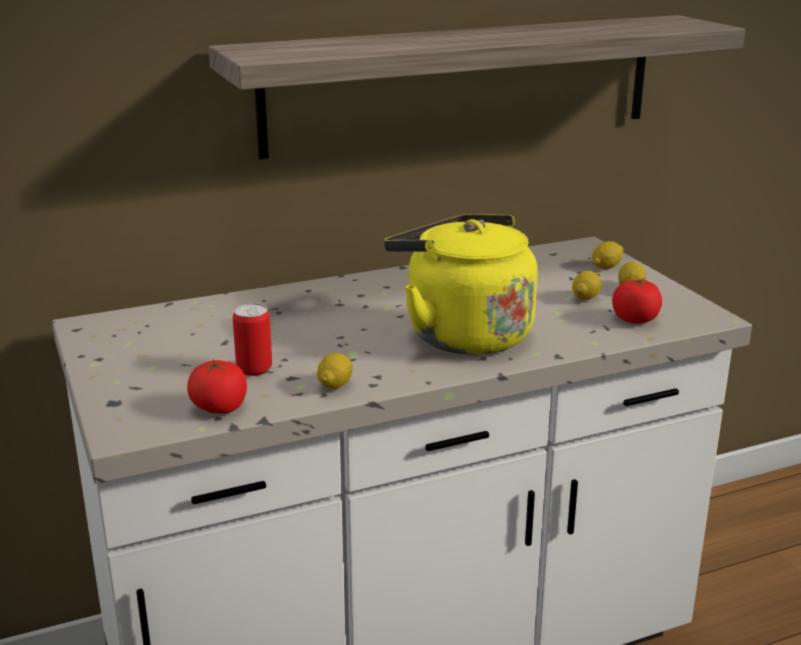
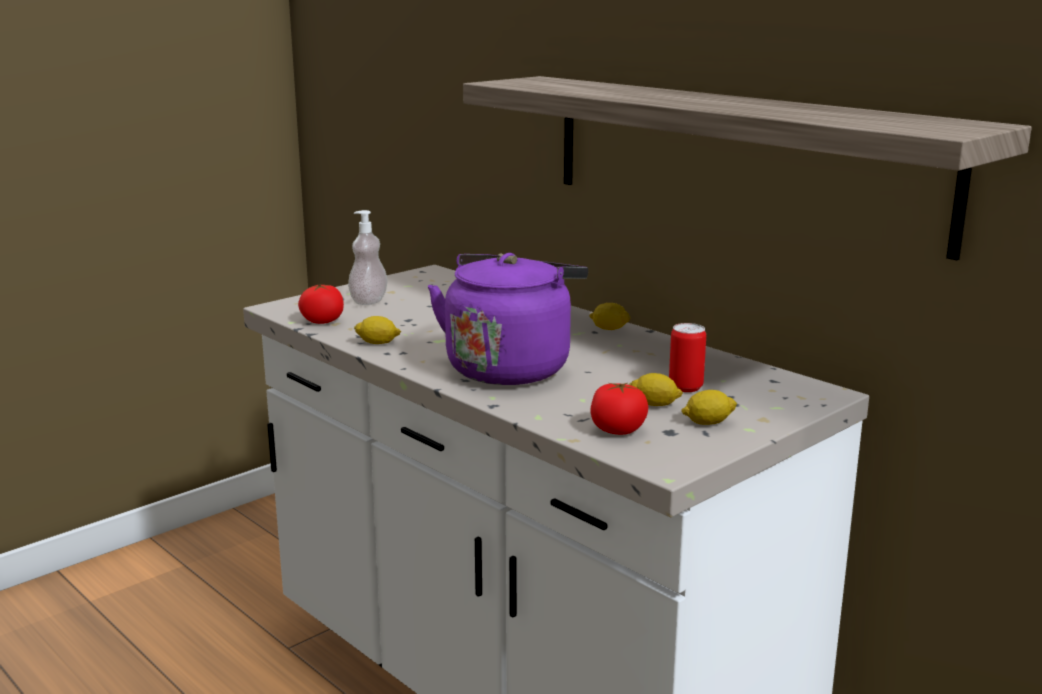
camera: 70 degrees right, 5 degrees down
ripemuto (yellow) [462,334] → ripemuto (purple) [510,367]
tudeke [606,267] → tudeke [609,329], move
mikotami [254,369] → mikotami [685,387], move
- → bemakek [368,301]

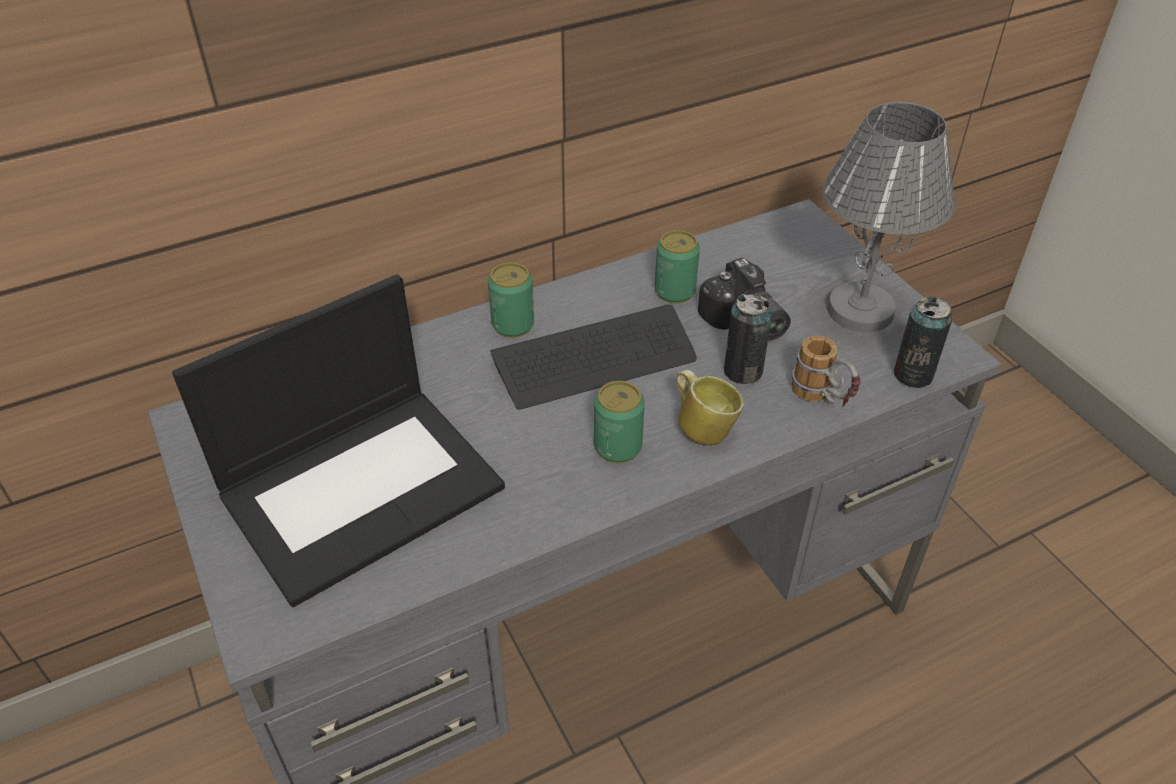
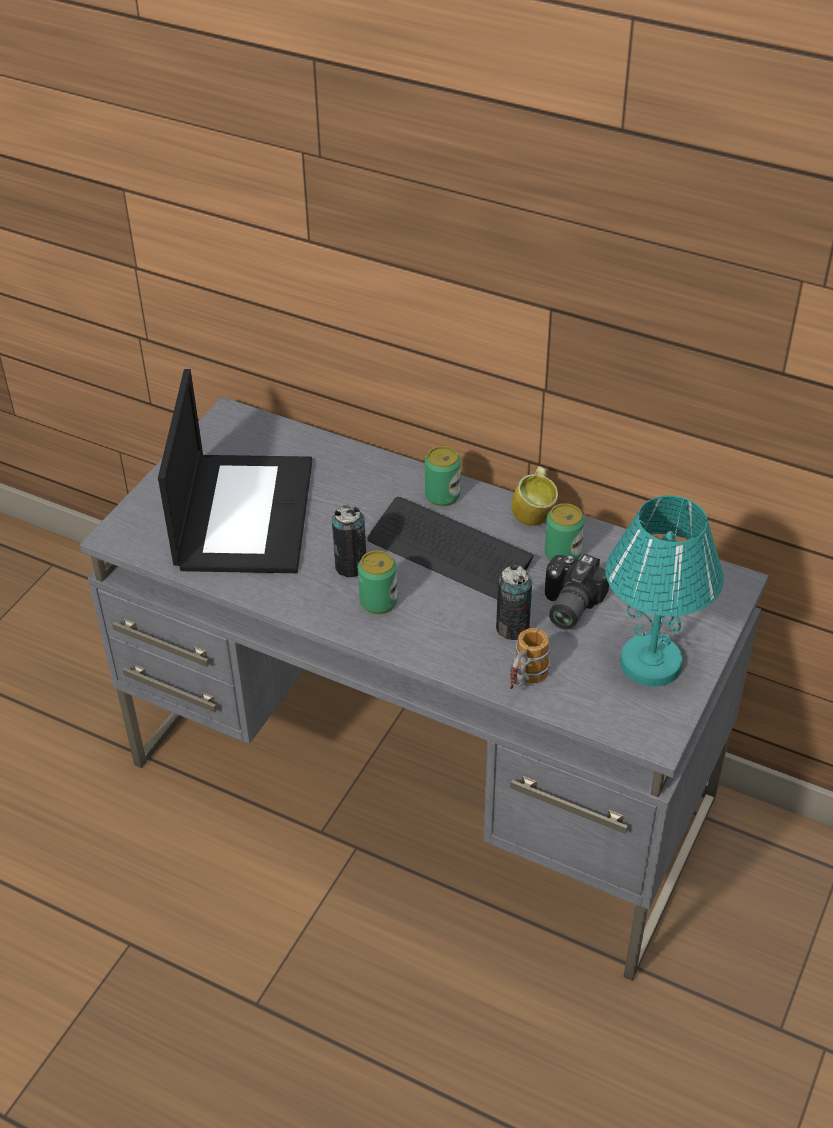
camera: 55 degrees right, 0 degrees up
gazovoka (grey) [861,311] → gazovoka (turquoise) [650,664]
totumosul [362,487] → totumosul [243,513], 105 degrees counterclockwise
mikotami [913,374] → mikotami [351,566], move
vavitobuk [703,427] → vavitobuk [535,514], move

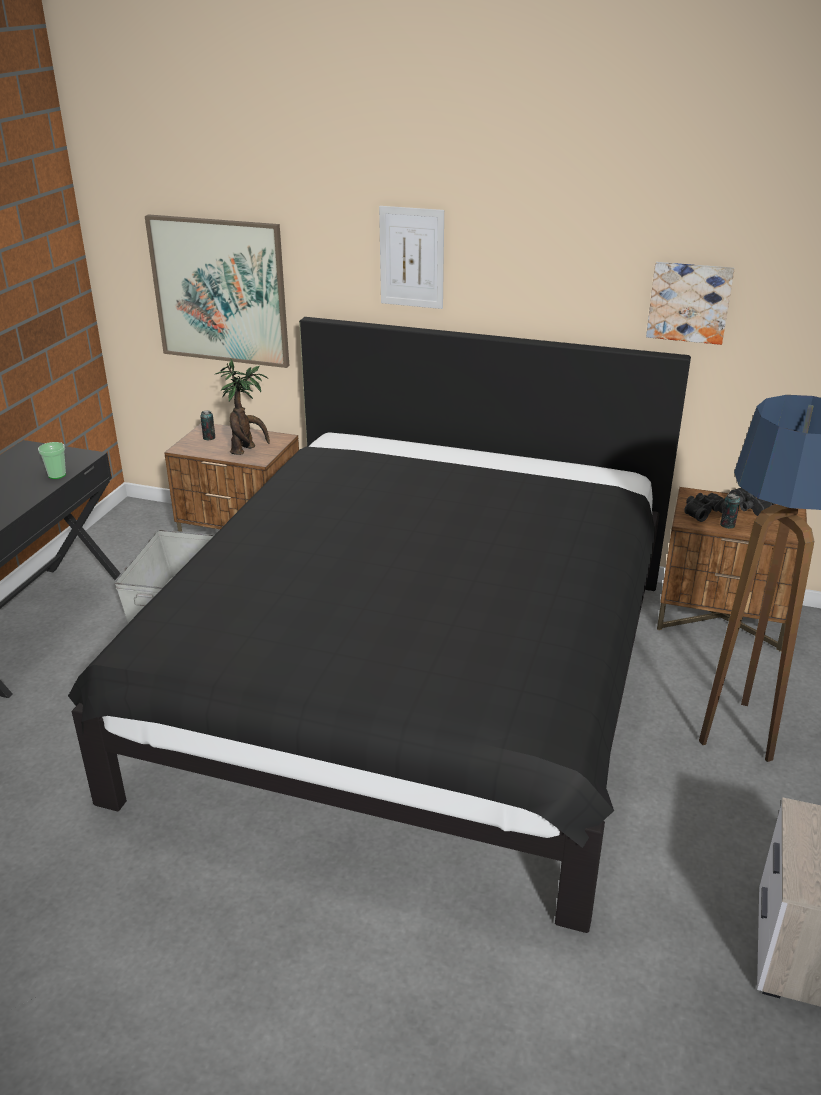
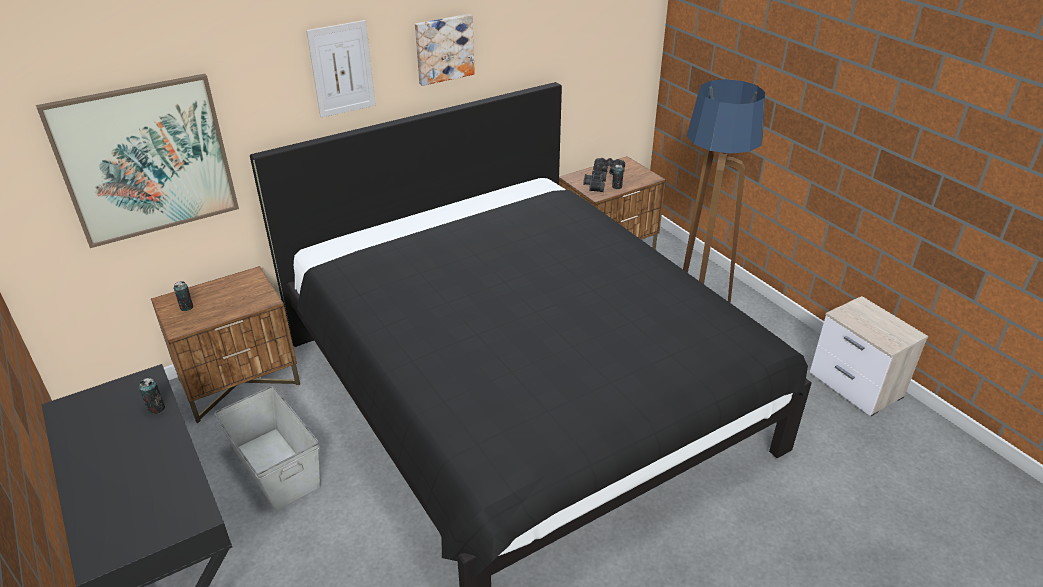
camera: 50 degrees left, 5 degrees up
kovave [689,302] → kovave [443,48], move
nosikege [247,449] → -
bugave [57,475] → mikotami [156,409]

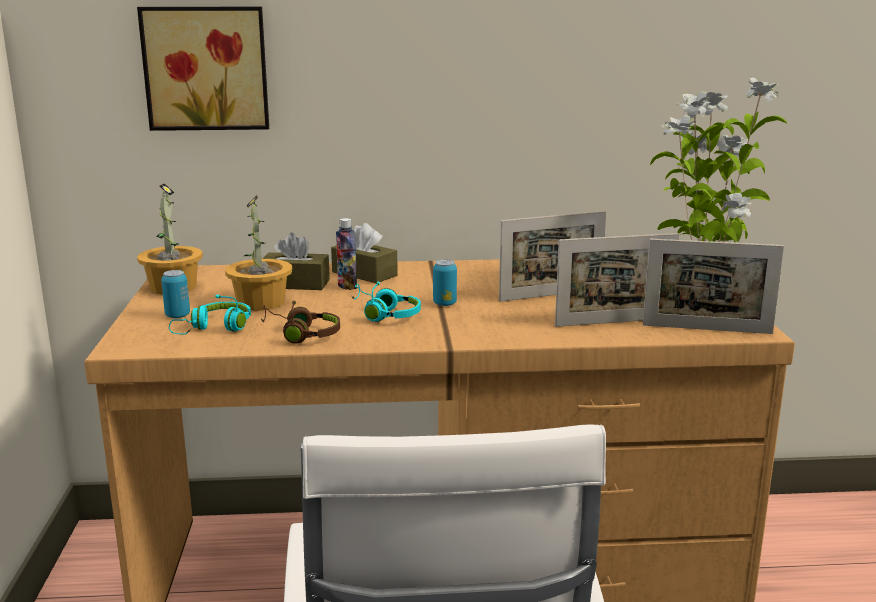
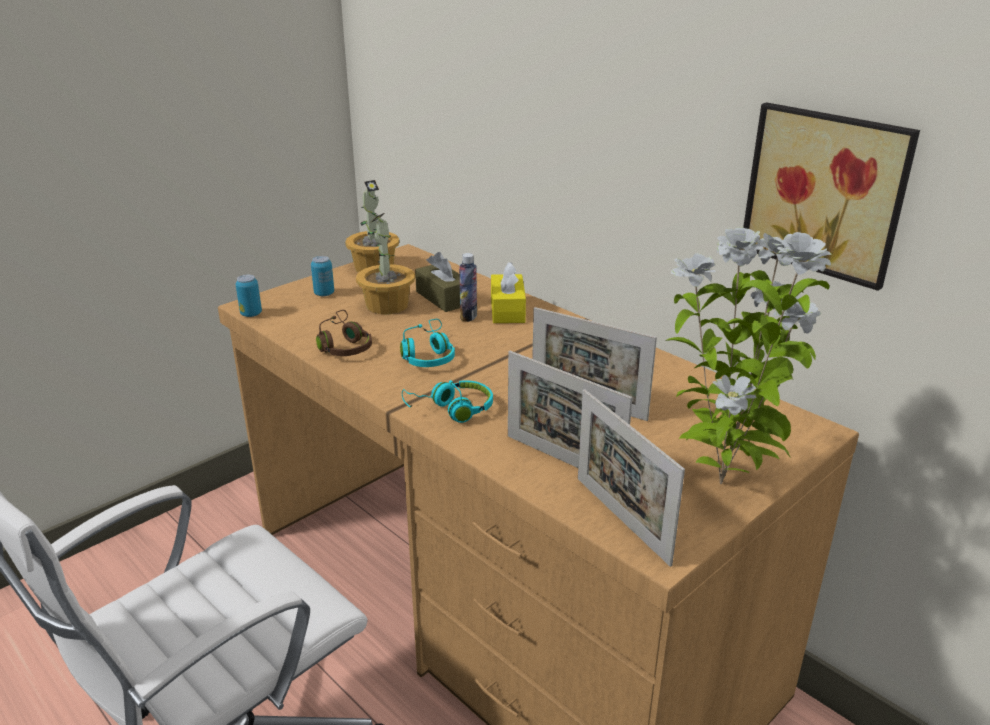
camera: 50 degrees right, 10 degrees up
kovave [206,68] → kovave [827,192], move
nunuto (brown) [364,274] → nunuto (yellow) [507,310]
mikotami [444,303] → mikotami [251,314], move
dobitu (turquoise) [215,328] → dobitu (turquoise) [451,409], move

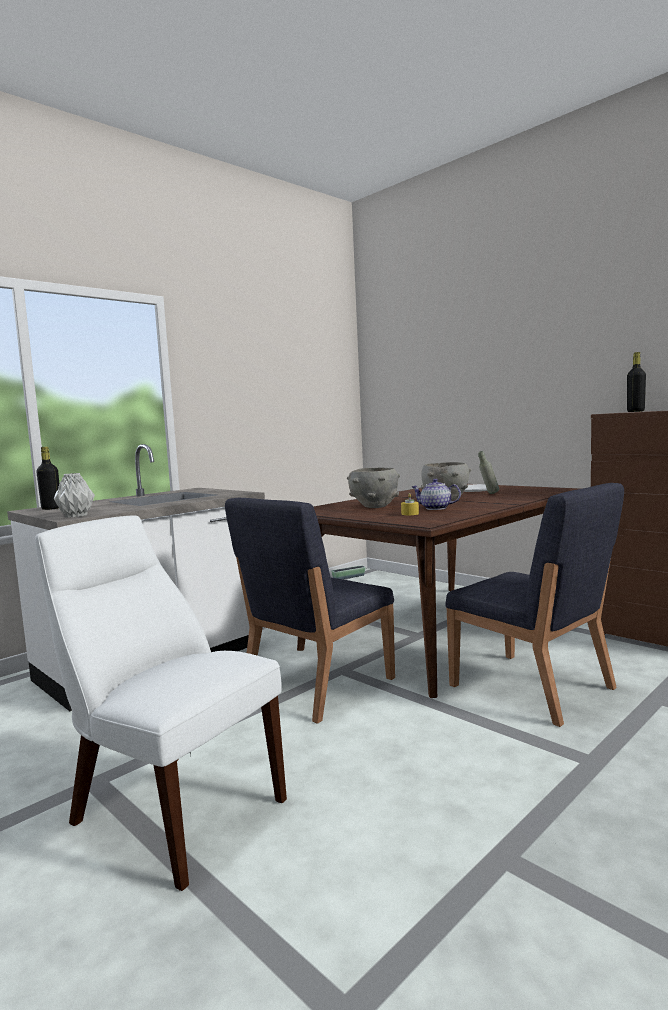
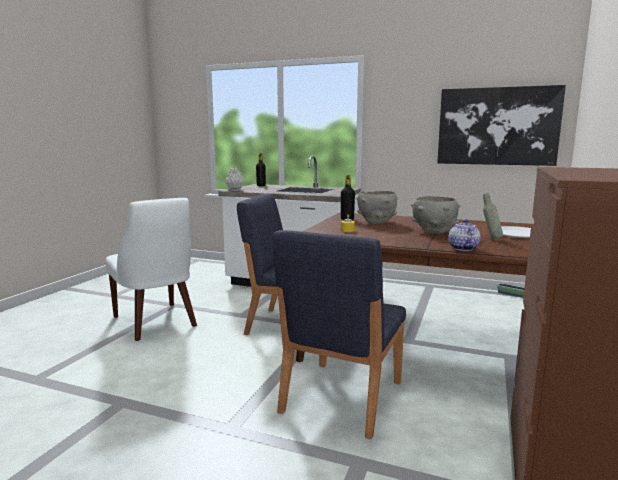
camera: 65 degrees right, 5 degrees up
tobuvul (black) [635,411] → tobuvul (black) [347,219], move
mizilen [435,508] → mizilen [462,248], move
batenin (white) [171,809] → batenin (white) [156,322], 135 degrees clockwise
- → kovave [497,126]

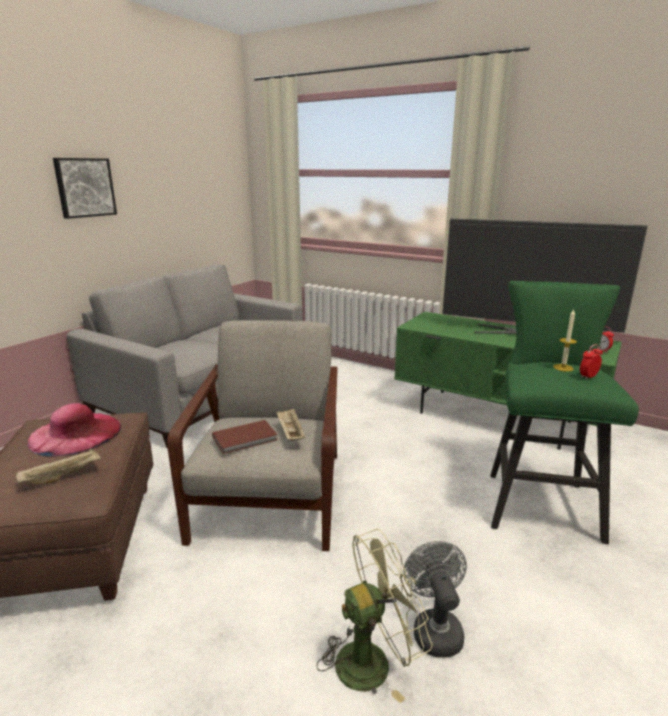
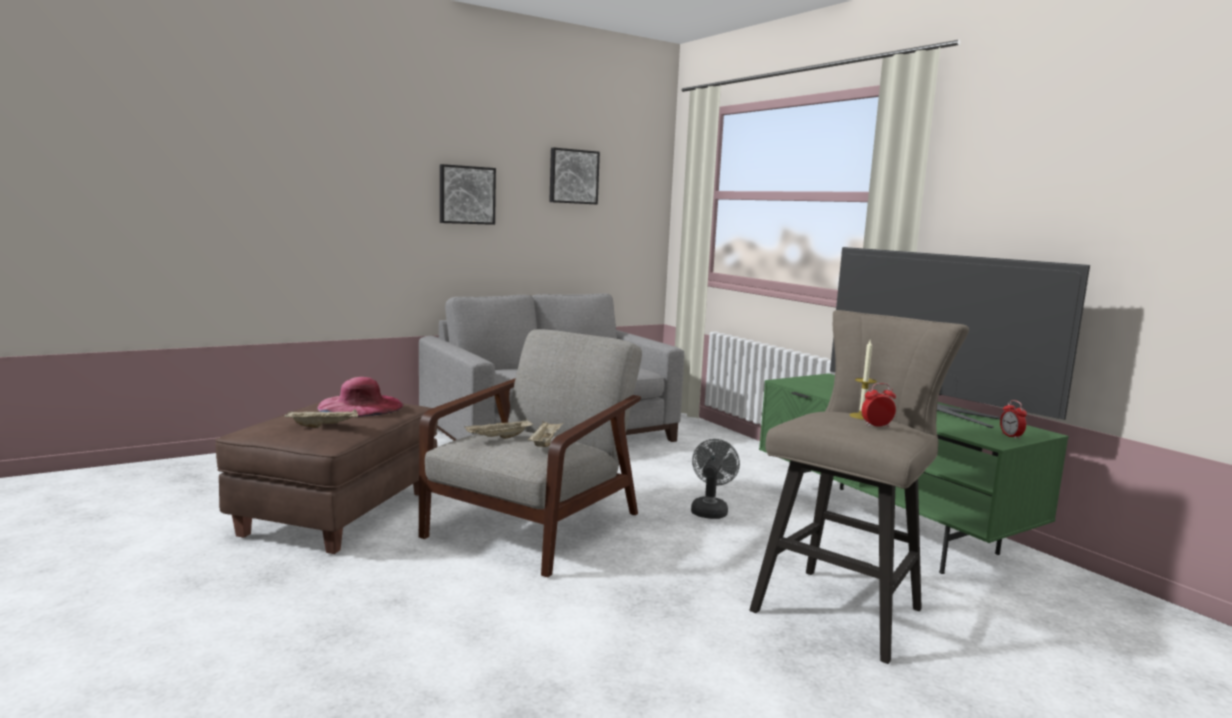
camera: 25 degrees right, 10 degrees down
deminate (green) [539,500] → deminate (beige) [845,607]
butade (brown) [246,439] → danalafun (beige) [498,438]
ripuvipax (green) [372,659] → -
ripuvipax (grey) [434,628] → ripuvipax (grey) [710,510], move
- → kovave [573,176]

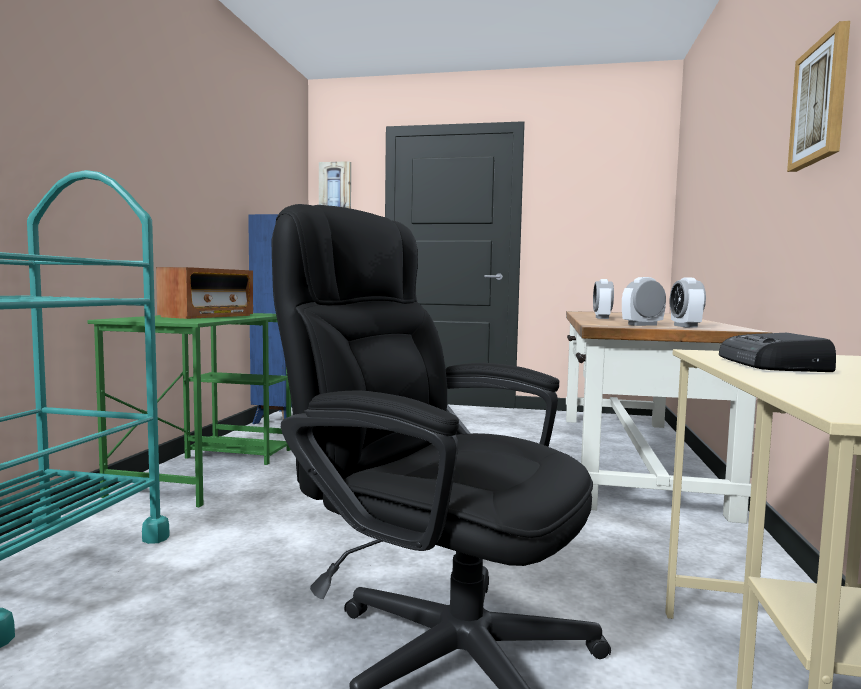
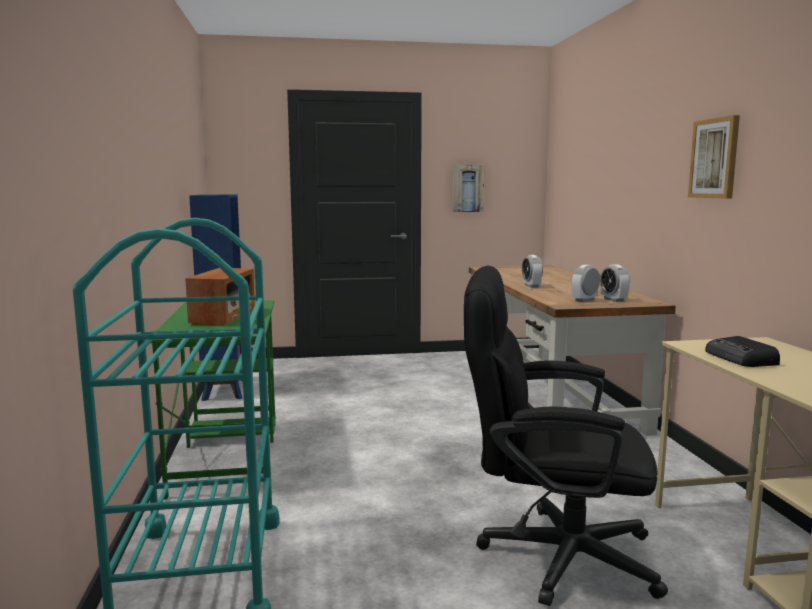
camera: 20 degrees left, 5 degrees up
kovave [335,187] → kovave [467,188], move

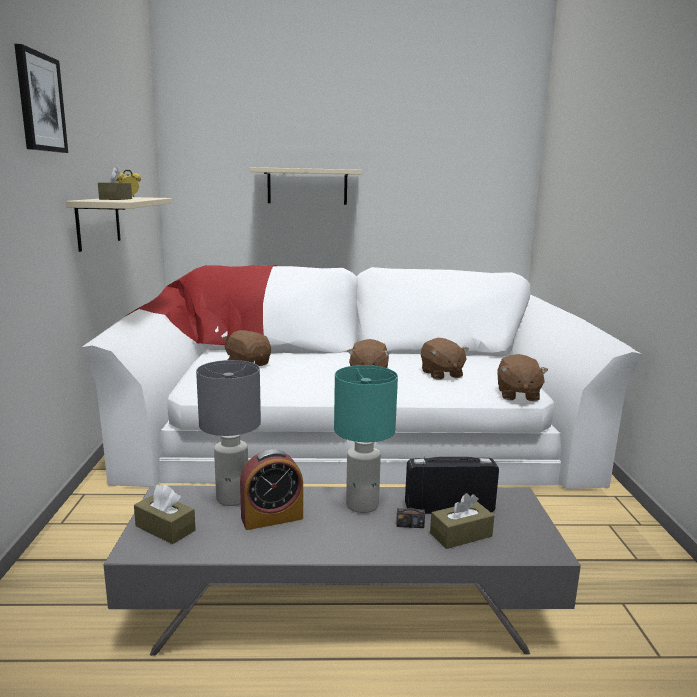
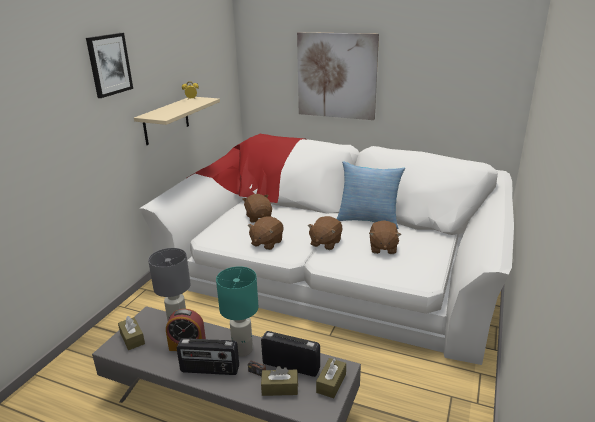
camera: 25 degrees right, 10 degrees up
nunuto (brown) [116,199] → nunuto (brown) [331,383], move
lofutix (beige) [307,186] → kovave [336,76]
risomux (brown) [517,395] → risomux (brown) [266,243], move
- → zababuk [368,220]
- → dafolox [210,370]

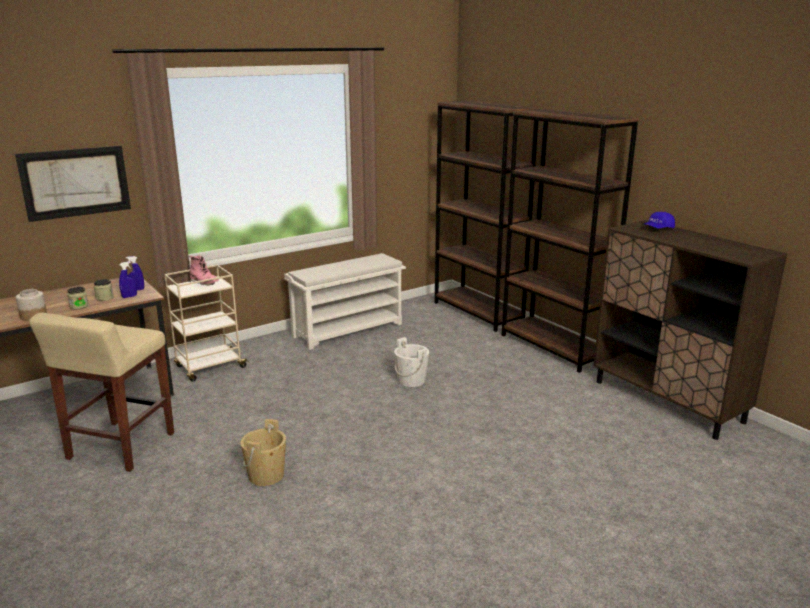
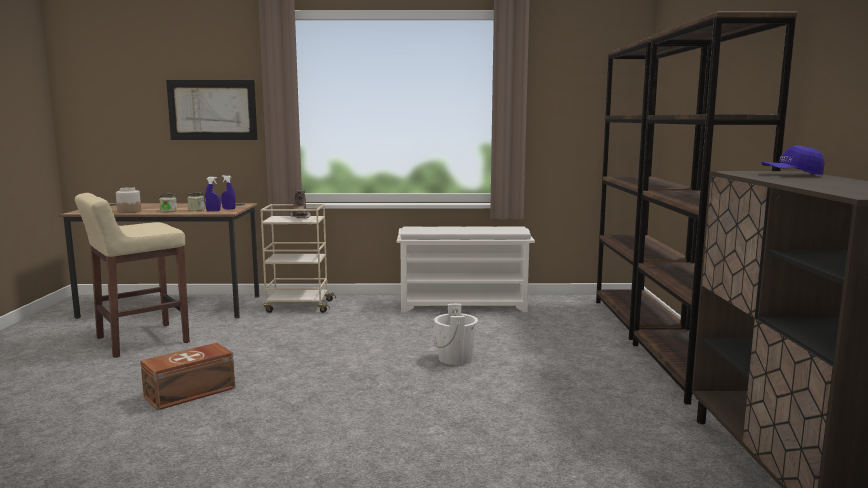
camera: 35 degrees right, 10 degrees down
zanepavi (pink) [204,284] → zanepavi (brown) [300,218]
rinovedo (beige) [266,475] → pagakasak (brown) [191,392]

